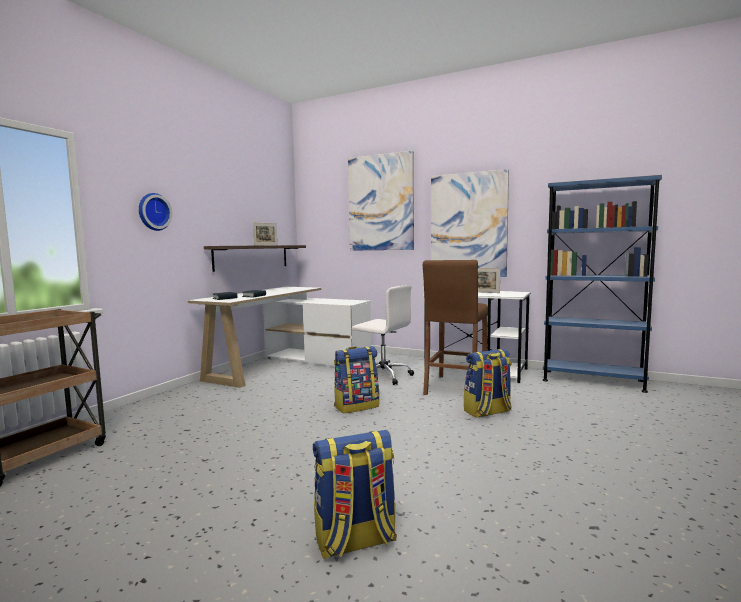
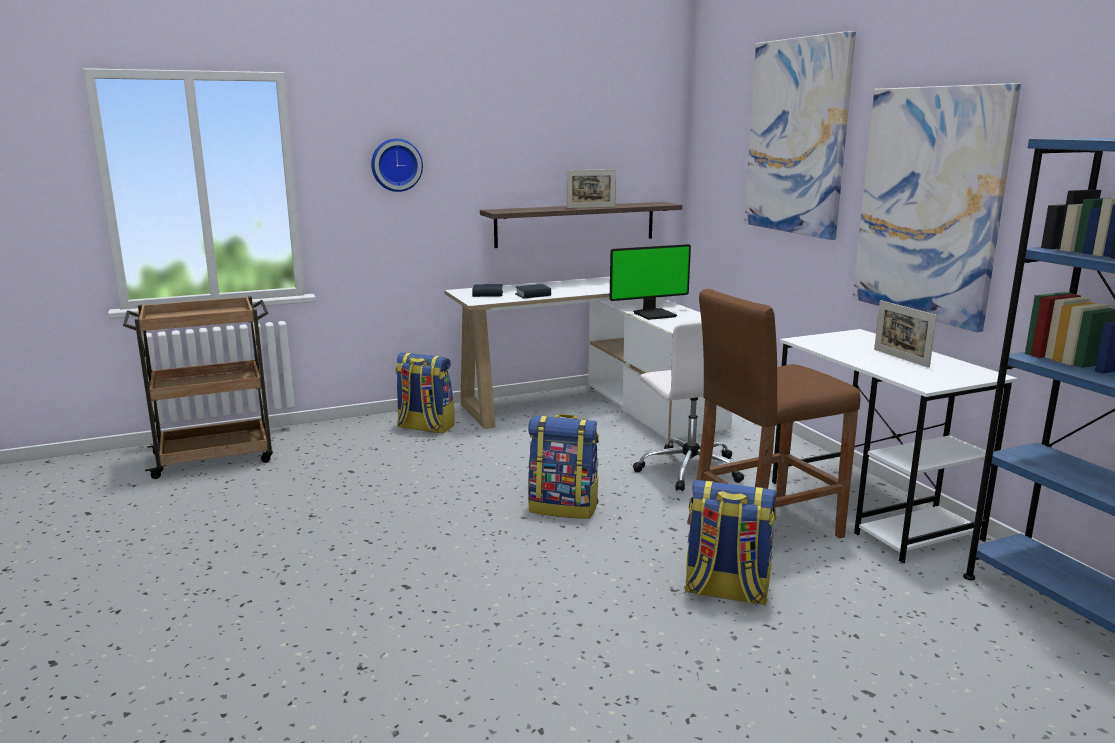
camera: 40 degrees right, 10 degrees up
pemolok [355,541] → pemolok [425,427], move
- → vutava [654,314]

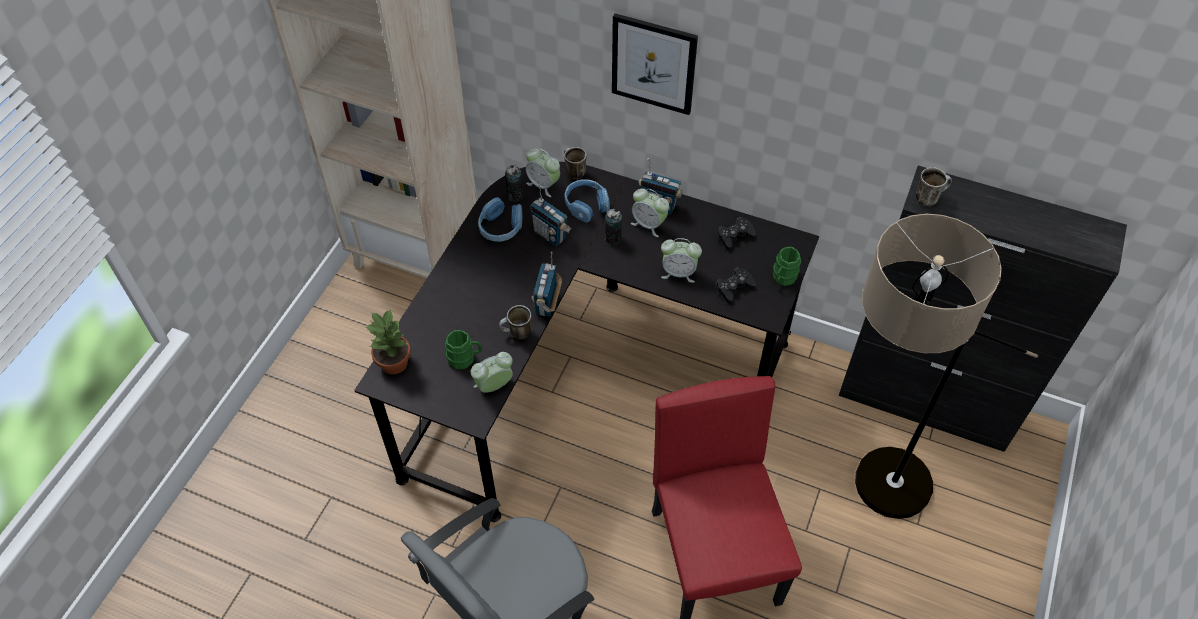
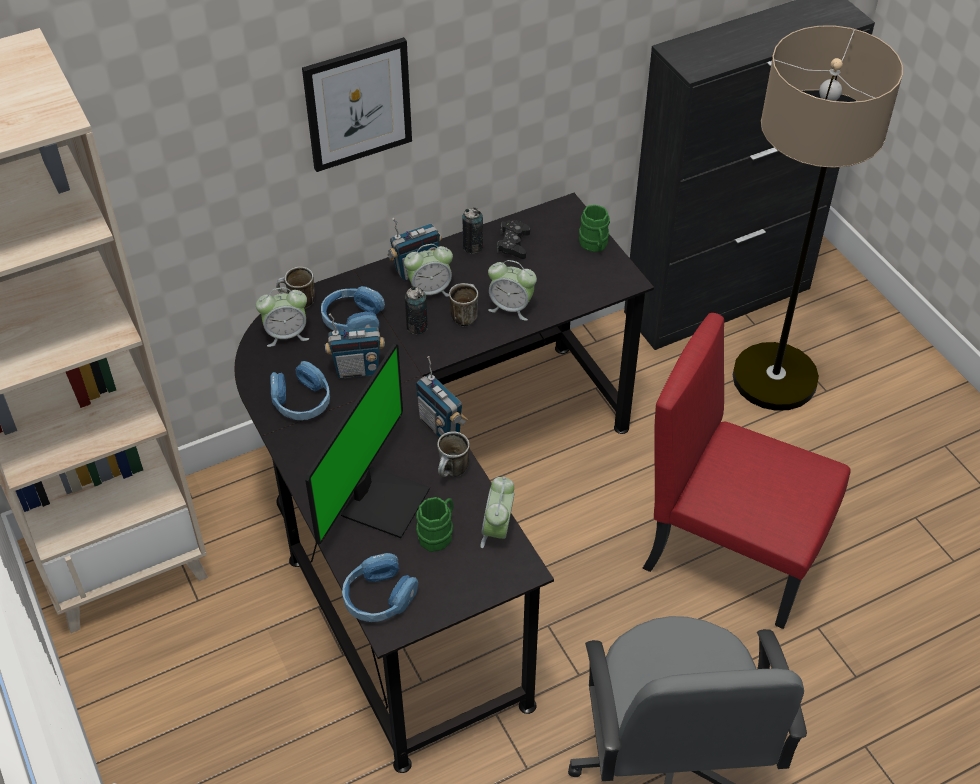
camera: 50 degrees left, 5 degrees down
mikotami [515,195] → mikotami [473,247], move
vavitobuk [929,197] → vavitobuk [464,315], move
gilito [679,272] → gilito [511,307], 60 degrees clockwise
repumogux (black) [734,288] → -
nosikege [394,362] → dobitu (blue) [378,598]
- → vutava [382,501]

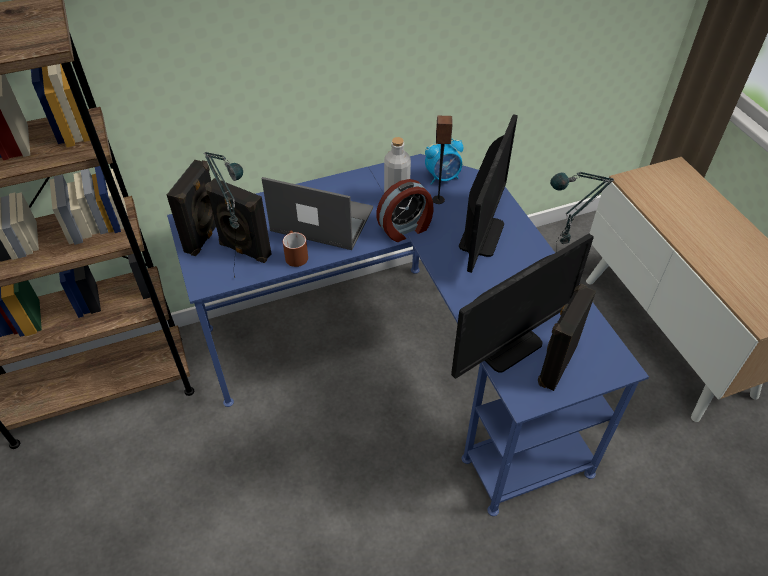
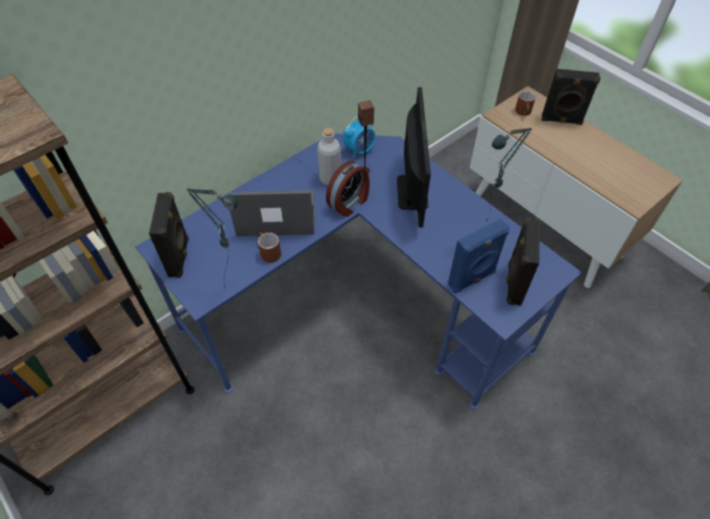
camera: 20 degrees left, 5 degrees up
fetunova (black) [244,250] → fetunova (black) [561,120], move
vutava [508,346] → fetunova (blue) [472,279]
- → vavitobuk (brown) [524,112]

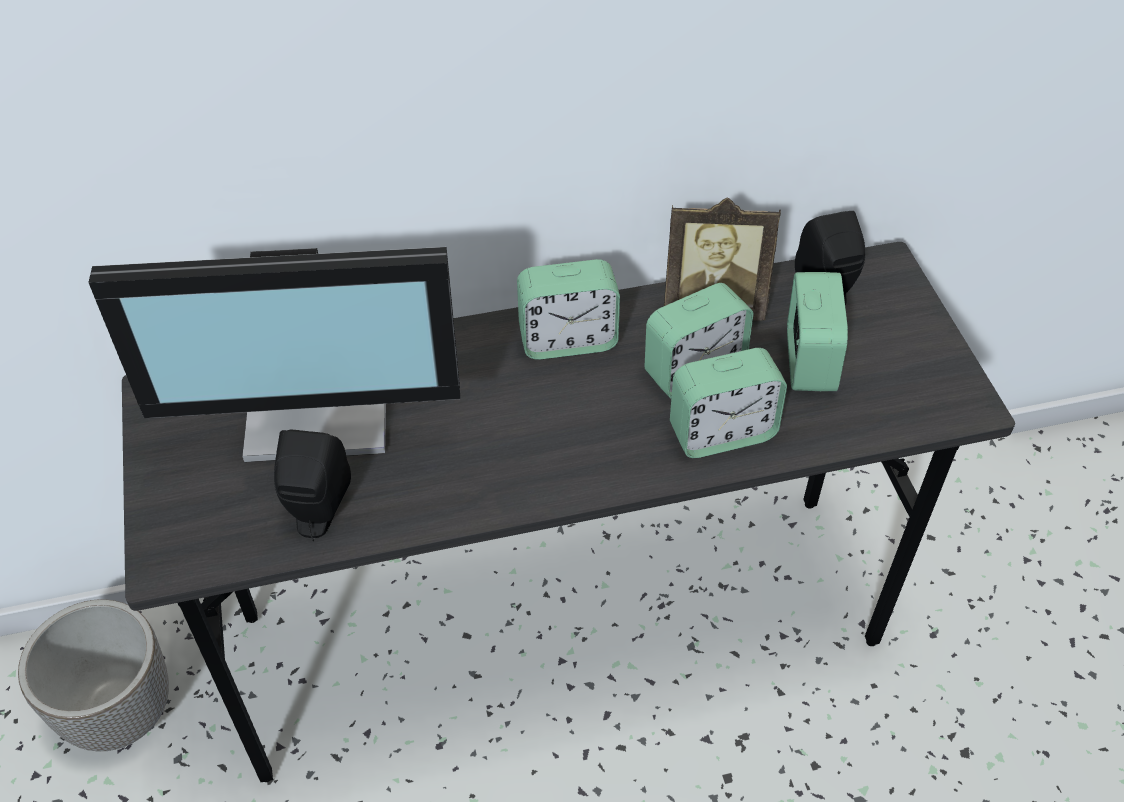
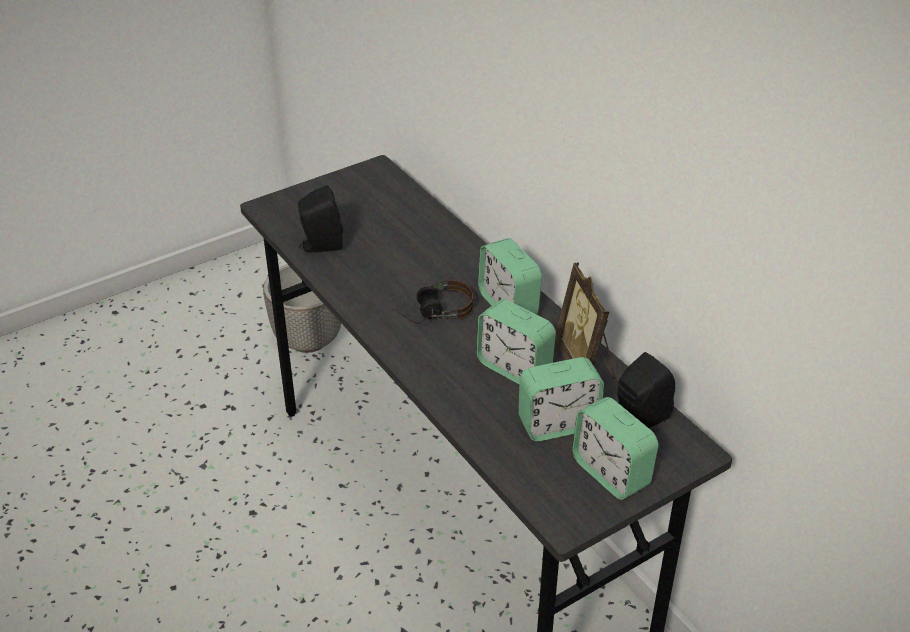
camera: 70 degrees right, 10 degrees down
vutava [320,410] → -
gilito [722,432] → gilito [611,473], move
- → dobitu [431,313]

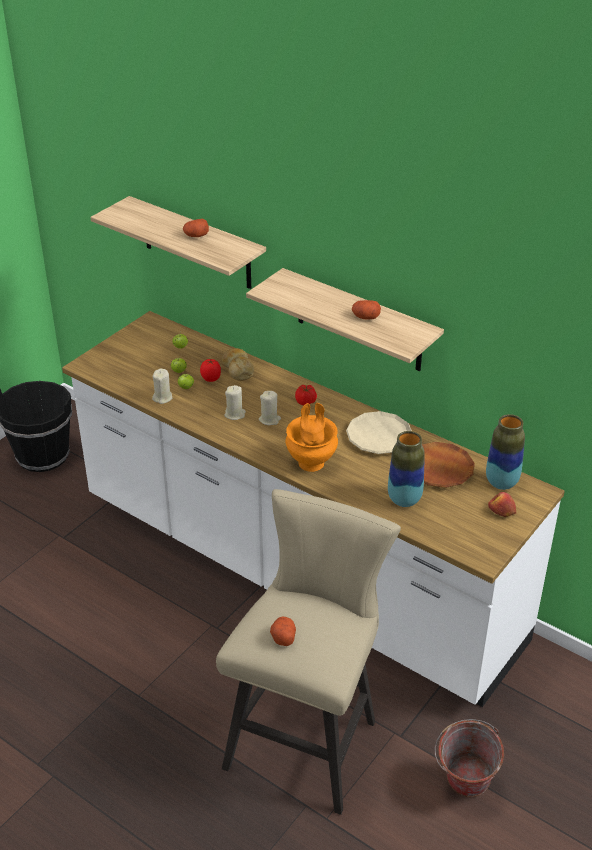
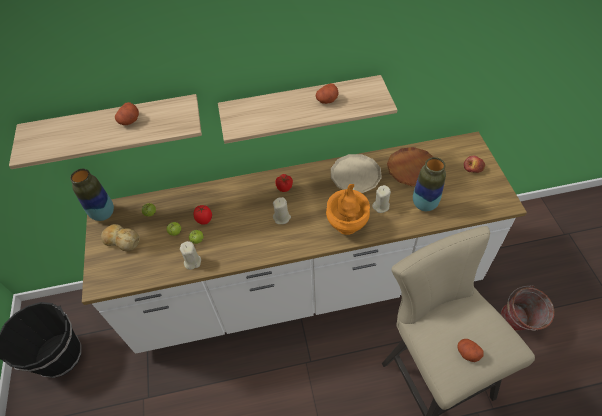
camera: 45 degrees left, 15 degrees up
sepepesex [238,369] → sepepesex [121,240], move
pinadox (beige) [235,414] → pinadox (beige) [381,206], move
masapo [501,482] → masapo [103,214], move

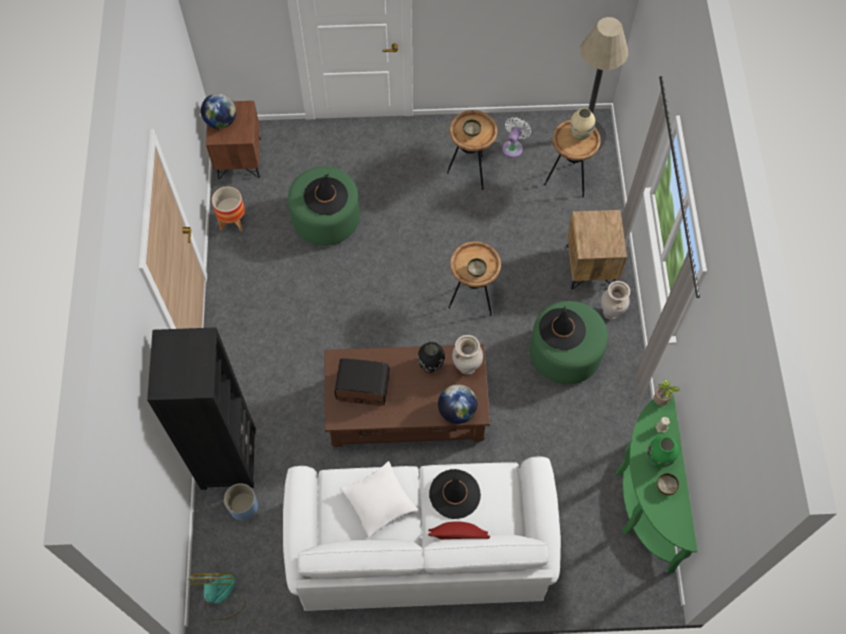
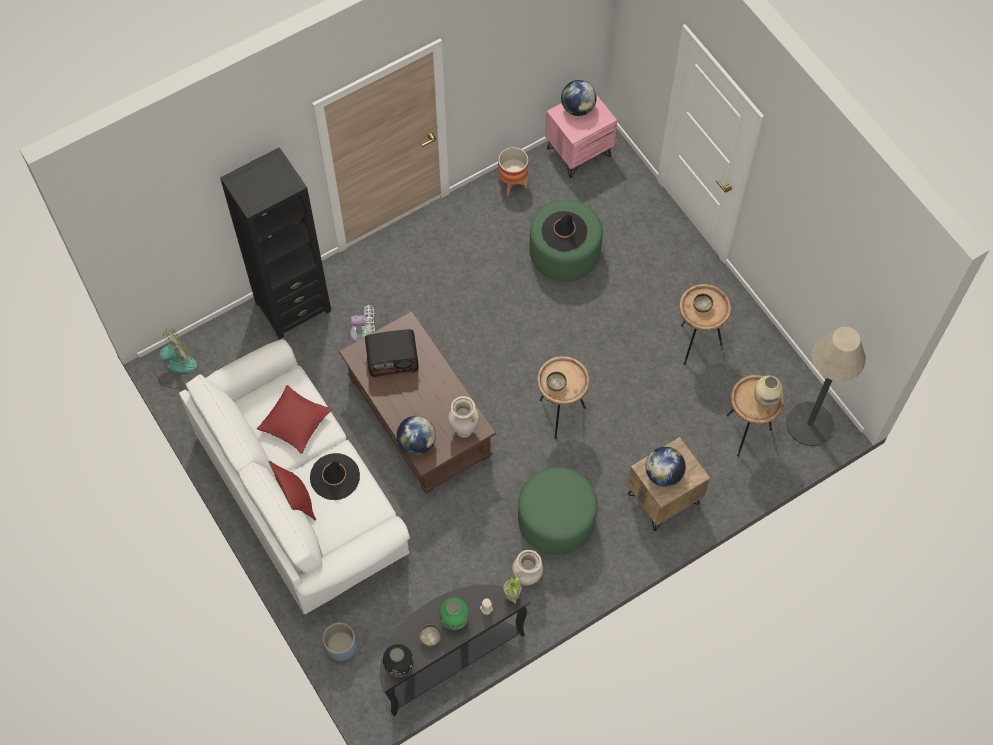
camera: 60 degrees right, 0 degrees up
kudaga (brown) [239,158] → kudaga (pink) [578,152]
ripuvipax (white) [513,147] → ripuvipax (white) [364,333], move
masapo (beige) [611,312] → masapo (beige) [526,578], move
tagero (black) [562,329] → -
masapo (black) [431,364] → masapo (black) [399,666], move
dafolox [362,389] → dafolox [393,359], 105 degrees clockwise
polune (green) [642,500] → polune (black) [448,657]
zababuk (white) [379,501] → zababuk (red) [295,422]
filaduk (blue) [244,507] → filaduk (blue) [341,647], move
- → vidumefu [663,474]

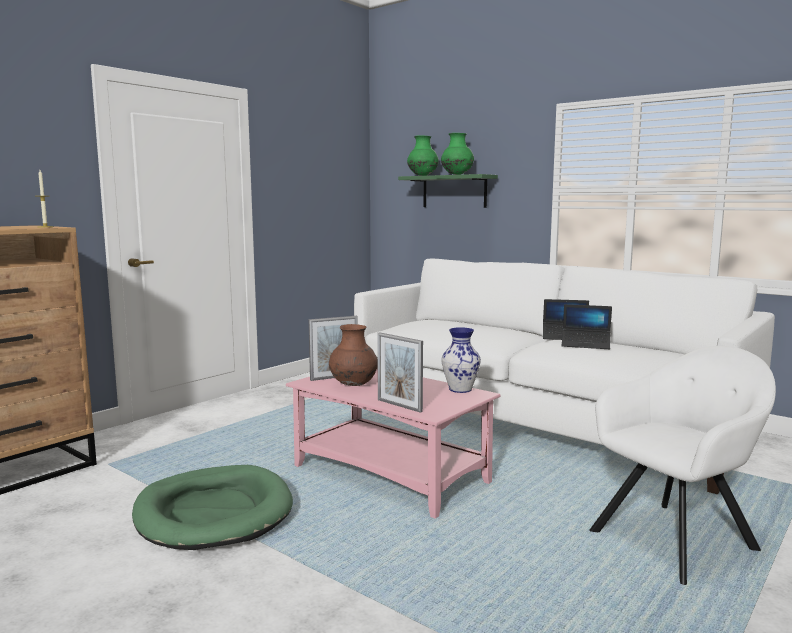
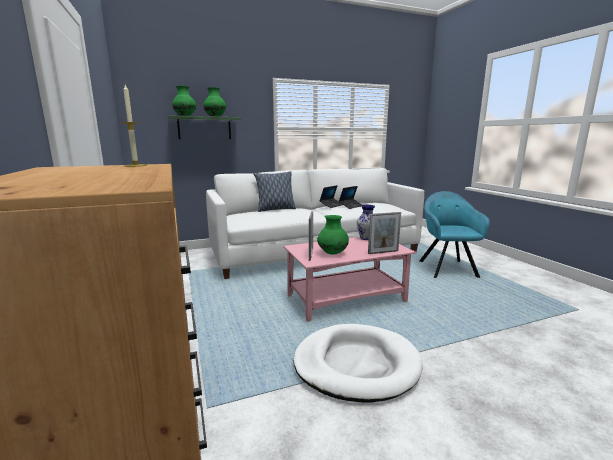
camera: 60 degrees left, 5 degrees up
masapo (brown) [353,385] → masapo (green) [332,253]
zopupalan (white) [677,539] → zopupalan (turquoise) [446,268]
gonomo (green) [214,513] → gonomo (white) [356,365]
- → zababuk [275,209]

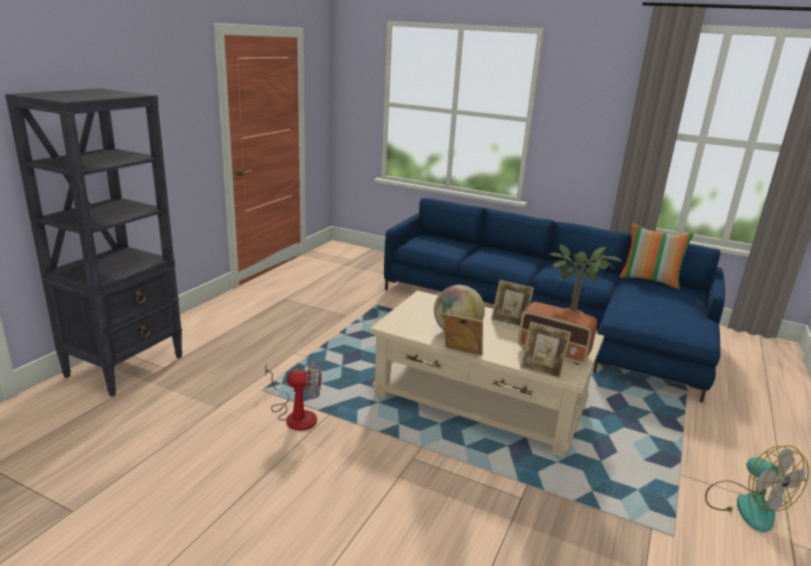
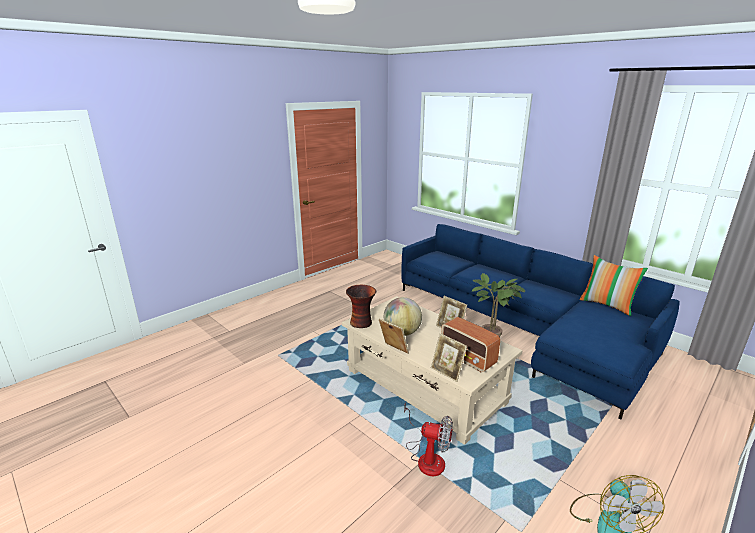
camera: 20 degrees right, 0 degrees up
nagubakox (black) [126,366] → -
ripuvipax [295,415] → ripuvipax [426,457], move
- → masapo [362,322]

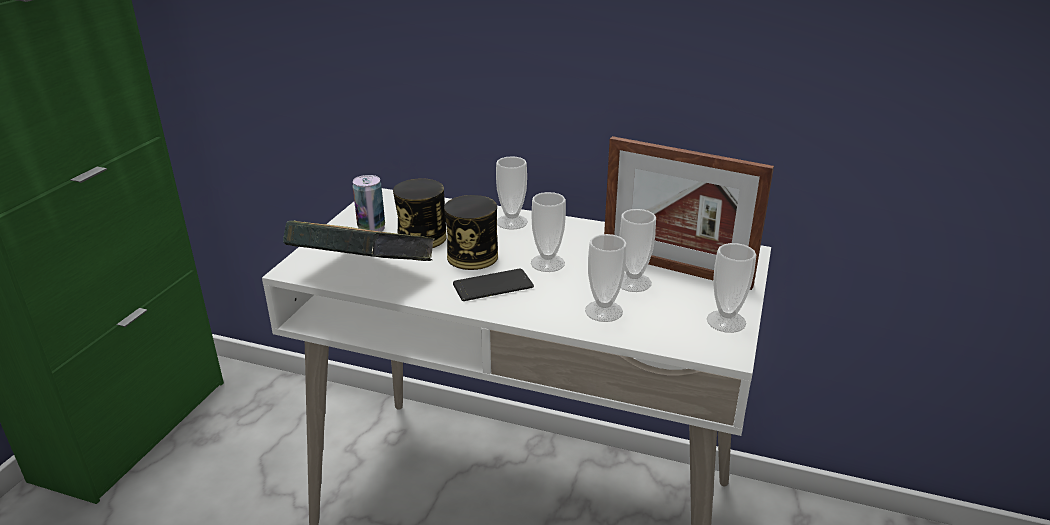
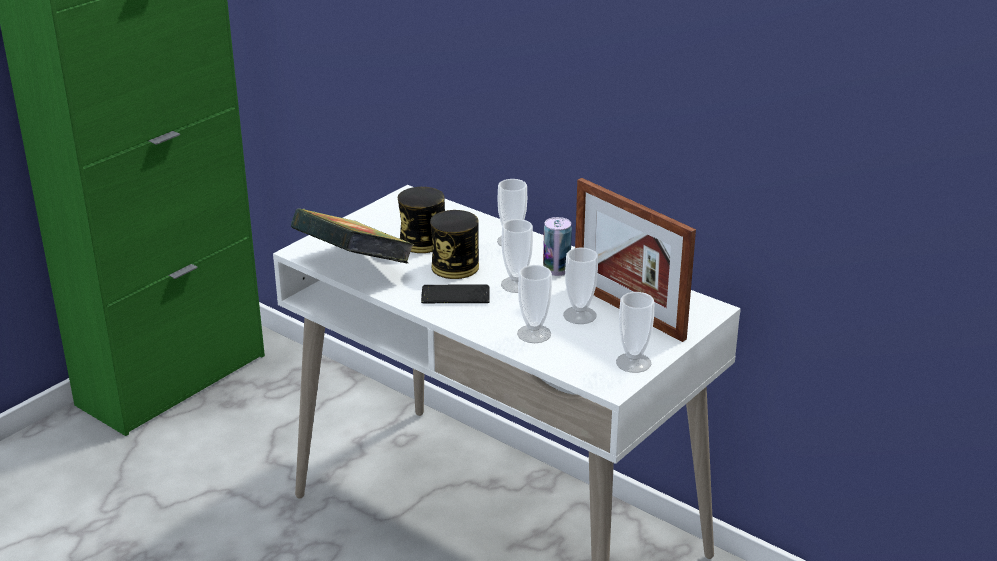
camera: 20 degrees right, 0 degrees up
mikotami [371,228] → mikotami [556,269], move

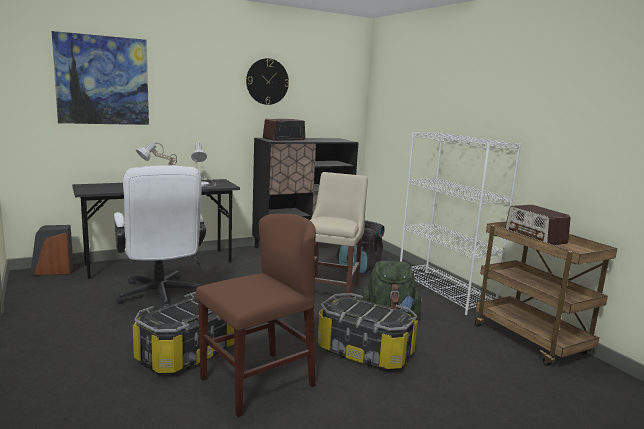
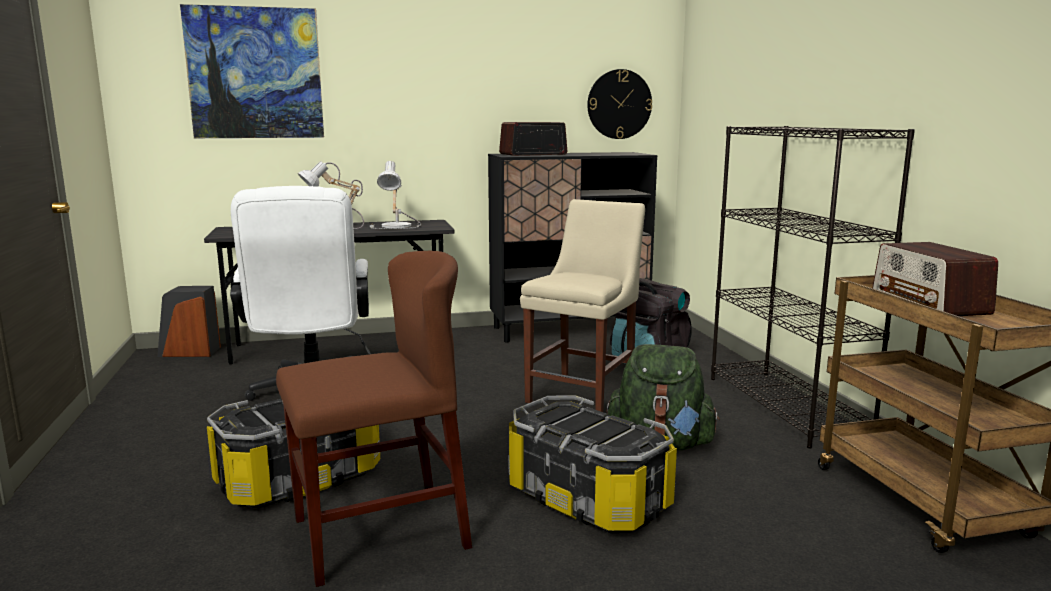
camera: 15 degrees right, 0 degrees up
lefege [267,81] → lefege [619,104], move
nagubakox (white) [445,291] → nagubakox (black) [786,407]

